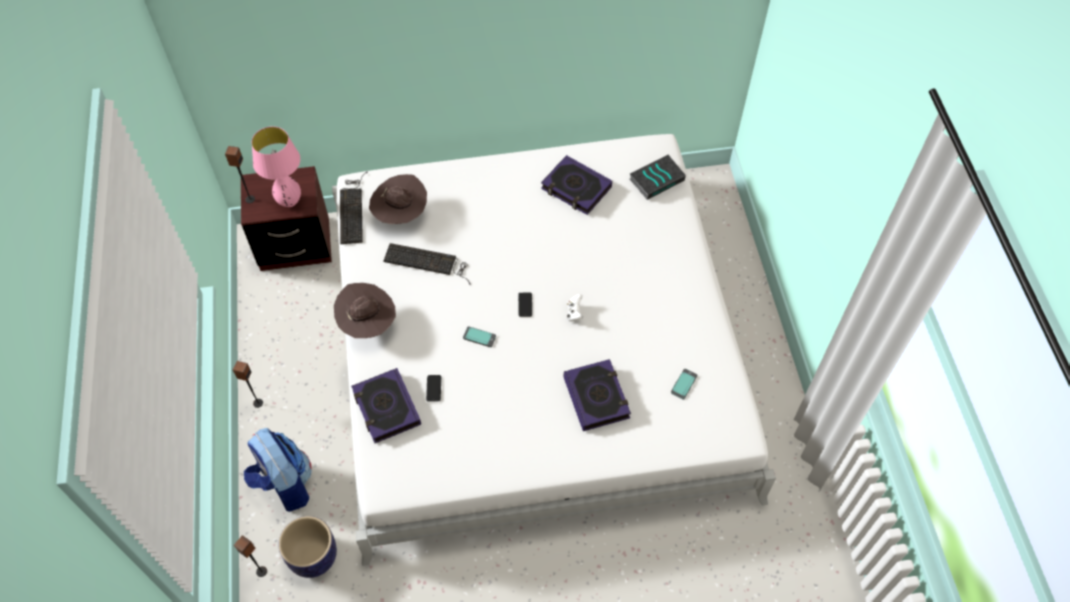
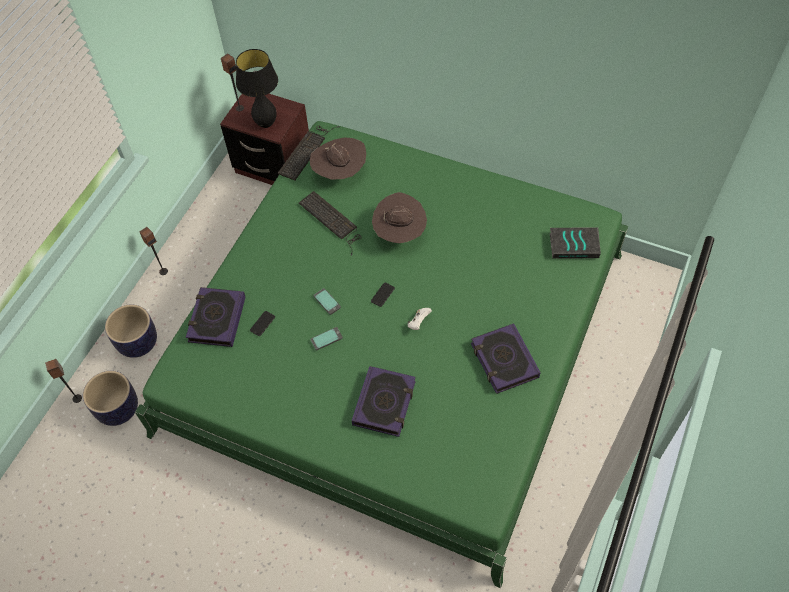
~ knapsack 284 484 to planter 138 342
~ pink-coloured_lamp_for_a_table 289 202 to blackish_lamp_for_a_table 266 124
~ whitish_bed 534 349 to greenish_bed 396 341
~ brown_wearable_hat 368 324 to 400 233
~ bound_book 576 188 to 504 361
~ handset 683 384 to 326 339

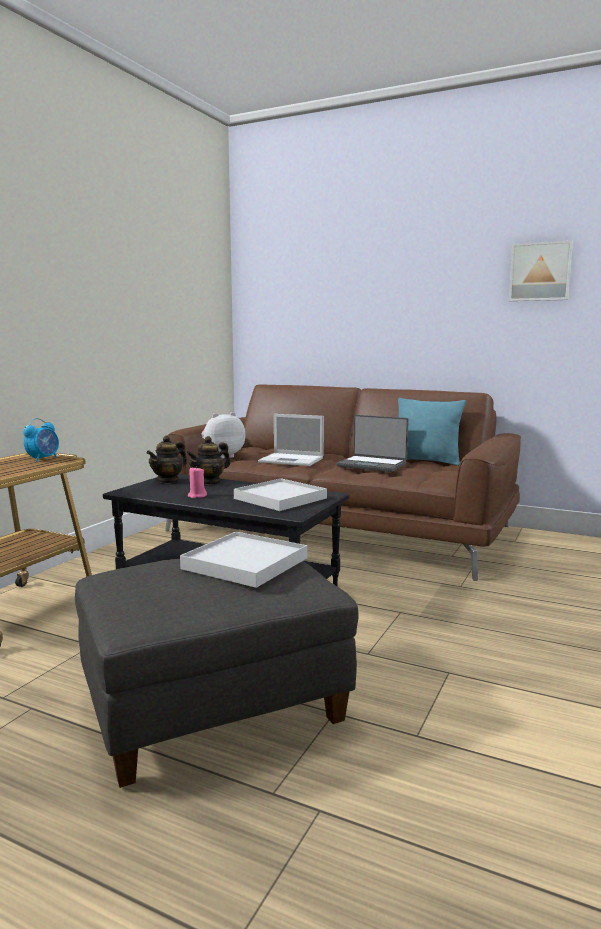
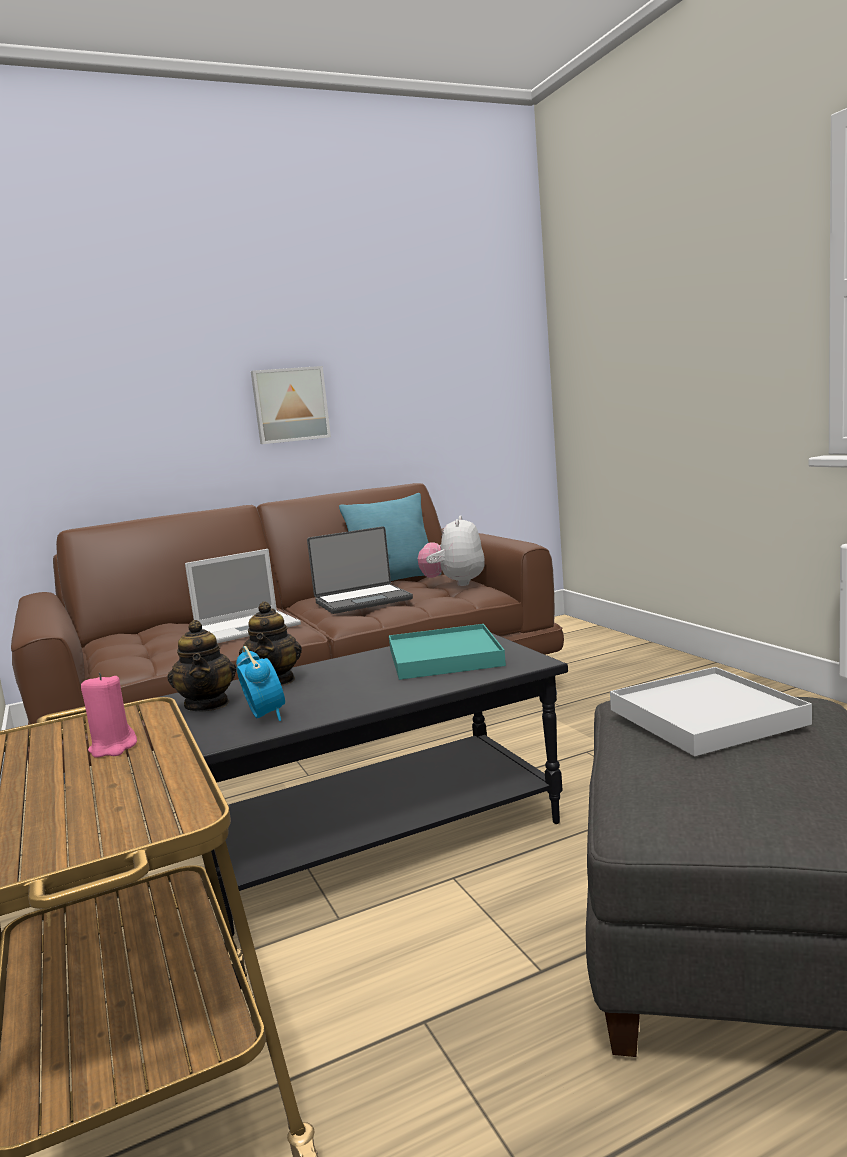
~ alarm_clock 43 459 to 265 716
~ pink-coloured_candle 197 496 to 113 748
~ plush_toy 222 456 to 454 583
~ whitish_serving_tray 280 498 to turquoise_serving_tray 445 657
~ picture 540 272 to 290 405

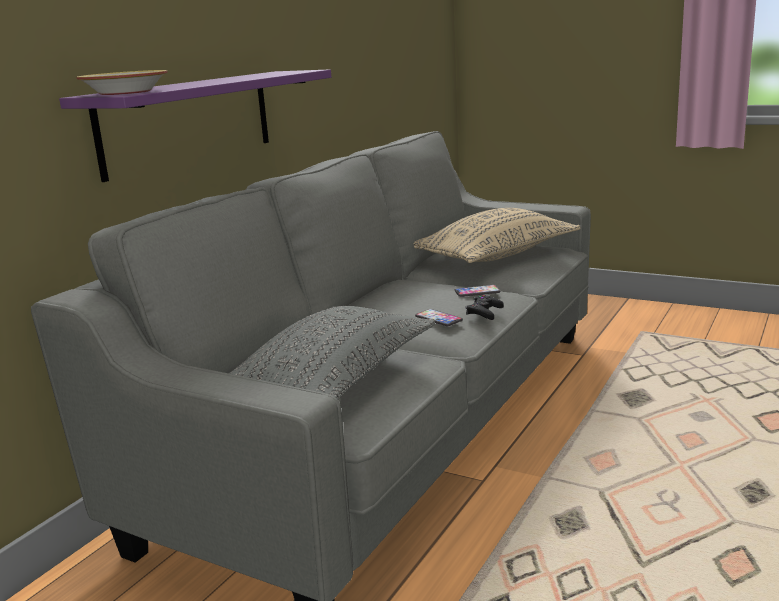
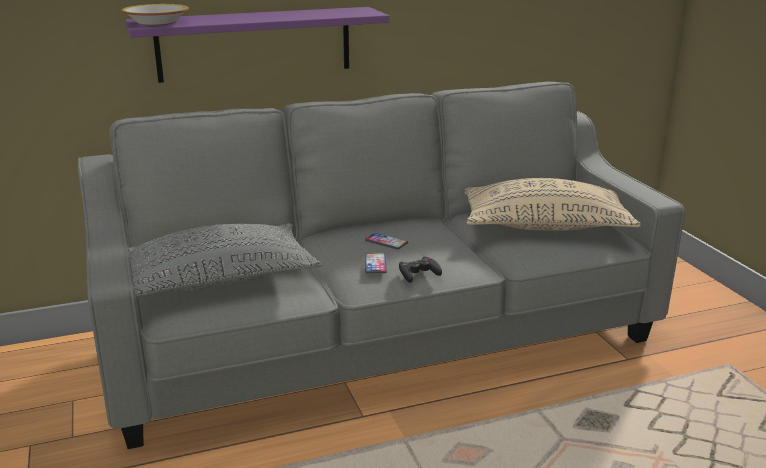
~ handset 477 292 to 386 242

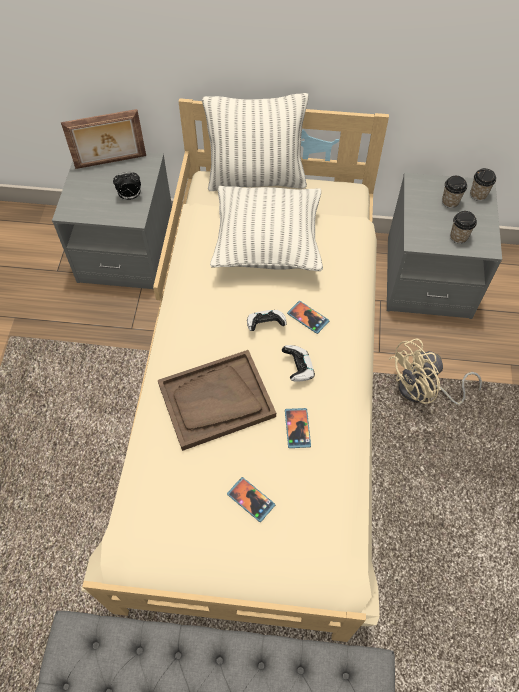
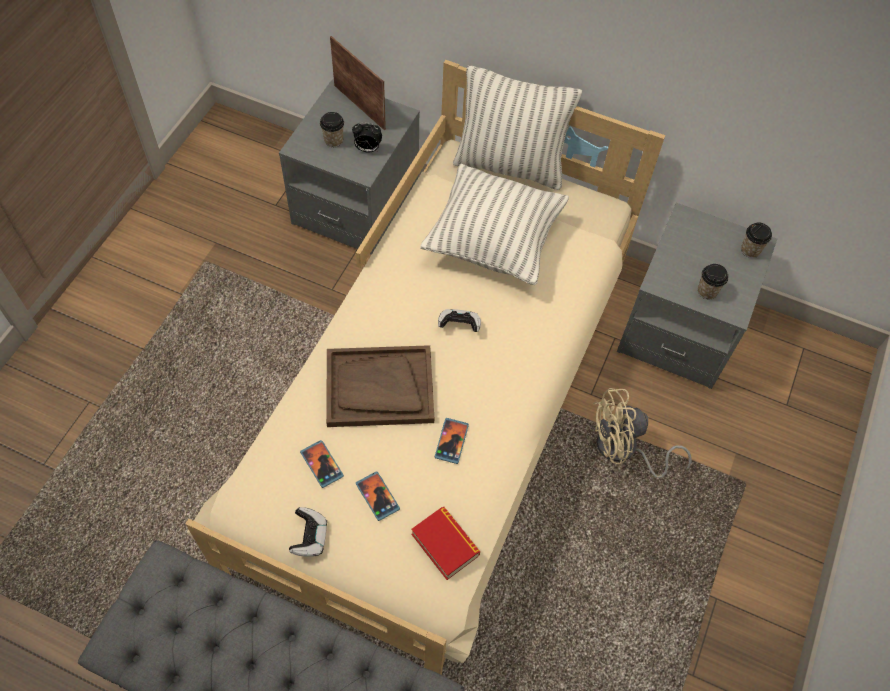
~ picture_frame 111 162 = 360 106 135 degrees counterclockwise
~ gamepad 298 368 to 310 537
~ handset 308 318 to 322 464
~ cup 450 202 to 333 140
+ bound_book 445 545

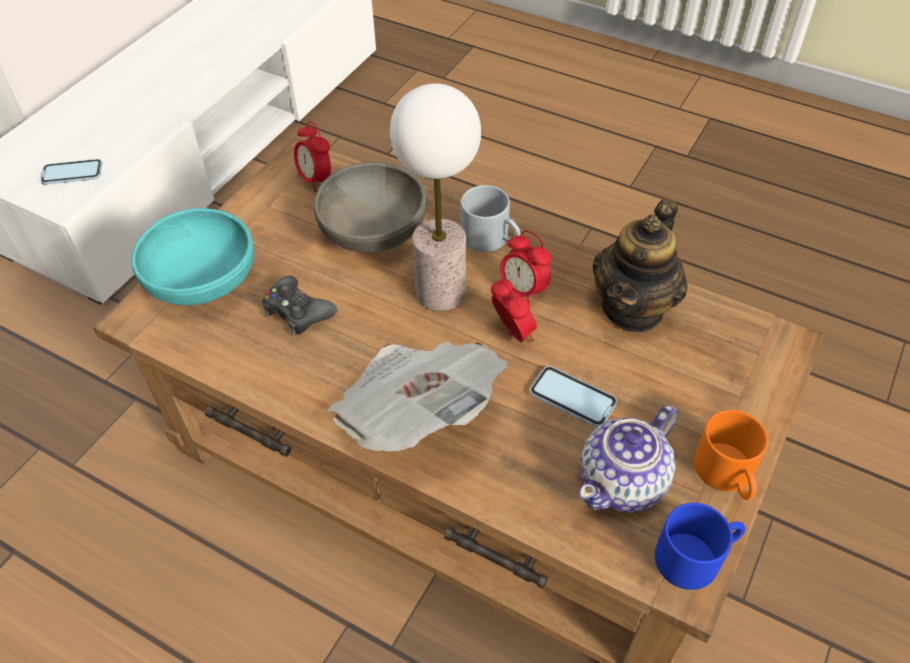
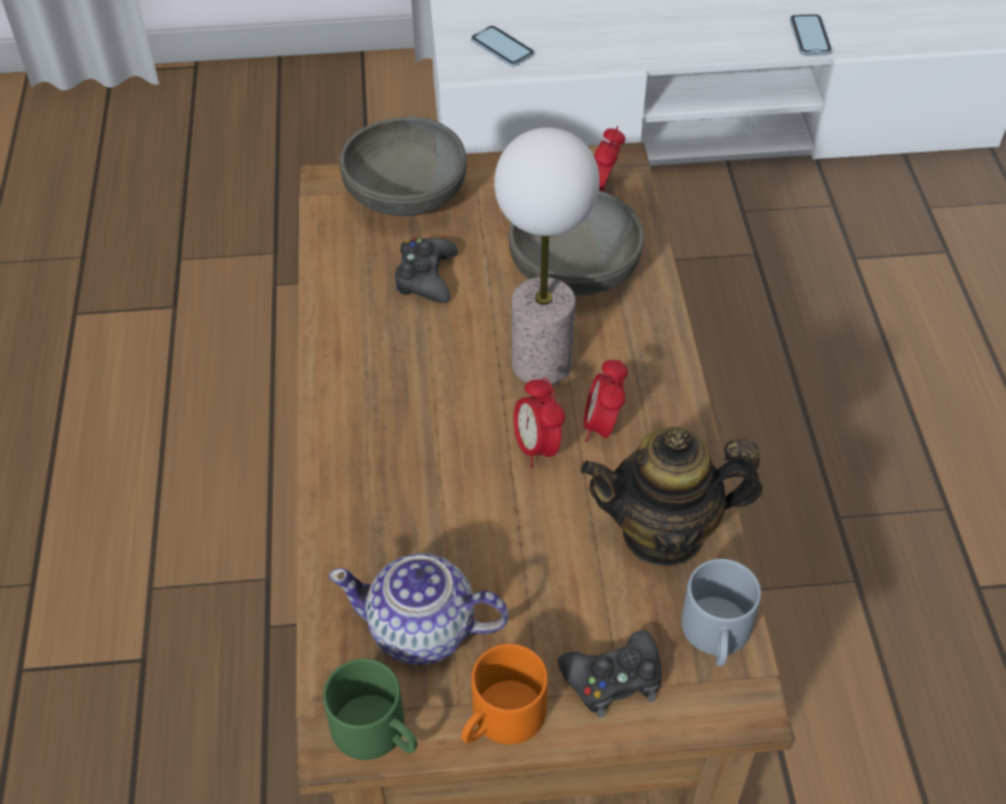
~ turquoise_deep_dish 203 280 to grey_deep_dish 406 195
- daily_paper 415 413
~ grey_tea_mug 492 238 to 718 636
~ alarm_clock 512 334 = 537 447 135 degrees clockwise
~ handset 572 398 to 810 36
~ blue_tea_mug 696 555 to greenish_tea_mug 379 732
+ blackish_gamepad 613 679

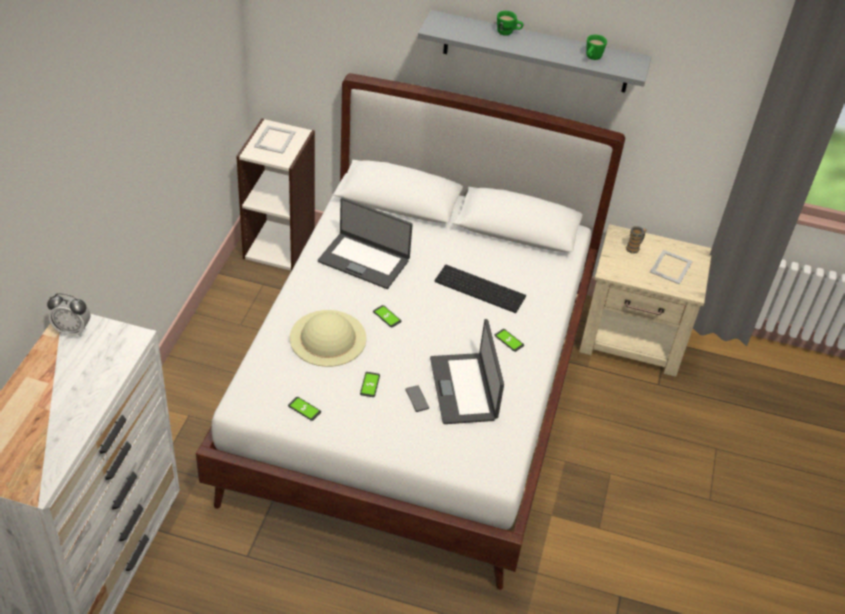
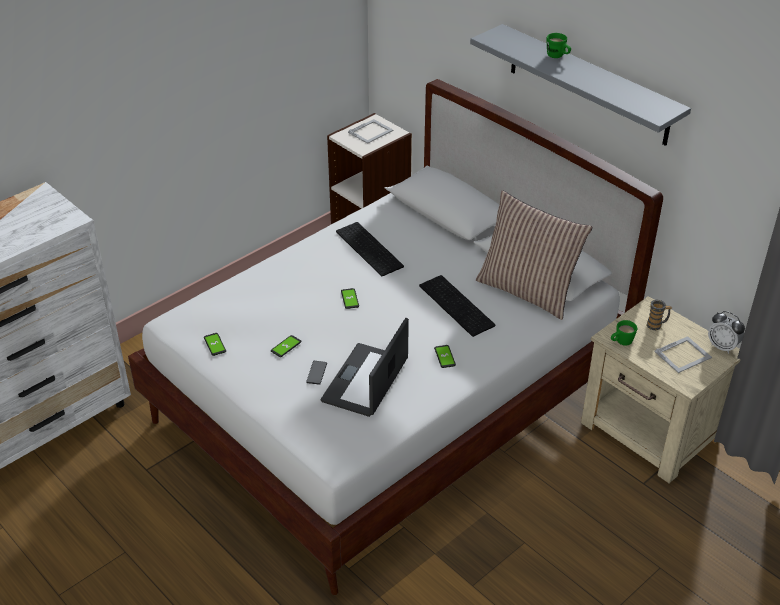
~ alarm_clock 72 330 to 722 346
- sand-coloured_wearable_hat 328 337
~ notebook_computer 364 260 to PC_keyboard 371 249
~ greenish_tea_mug 592 58 to 621 342
+ cushion 527 291

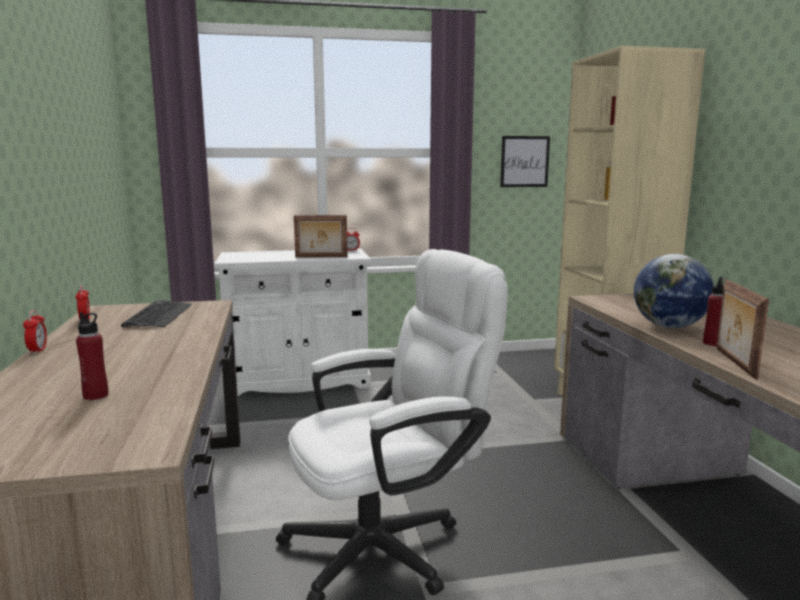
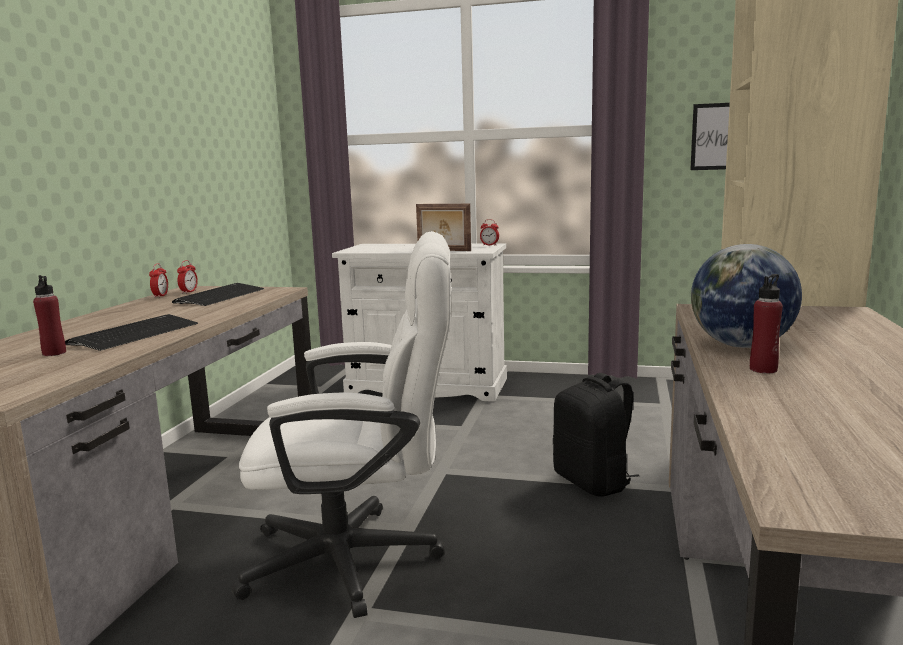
~ alarm_clock 38 351 to 189 292
- picture_frame 733 362
+ PC_keyboard 135 334
+ blackish_knapsack 593 482

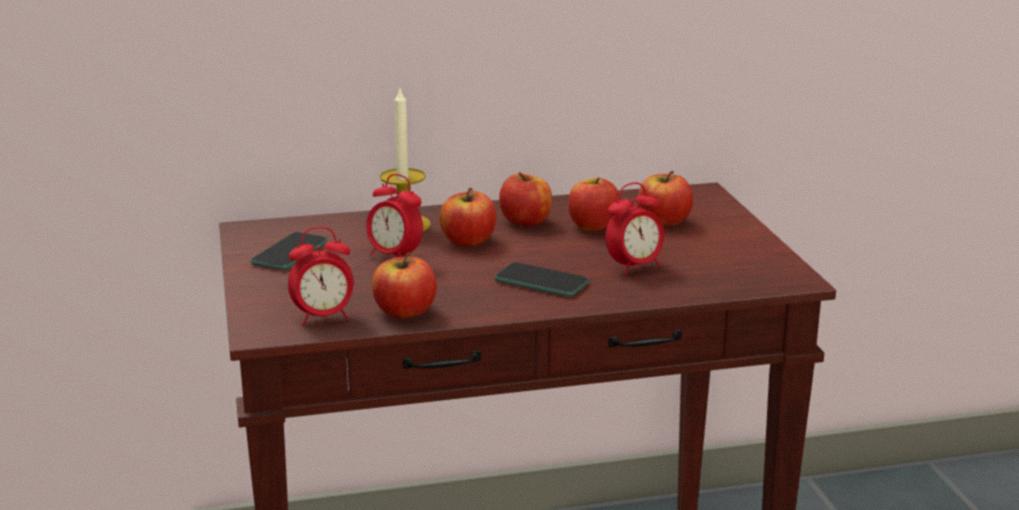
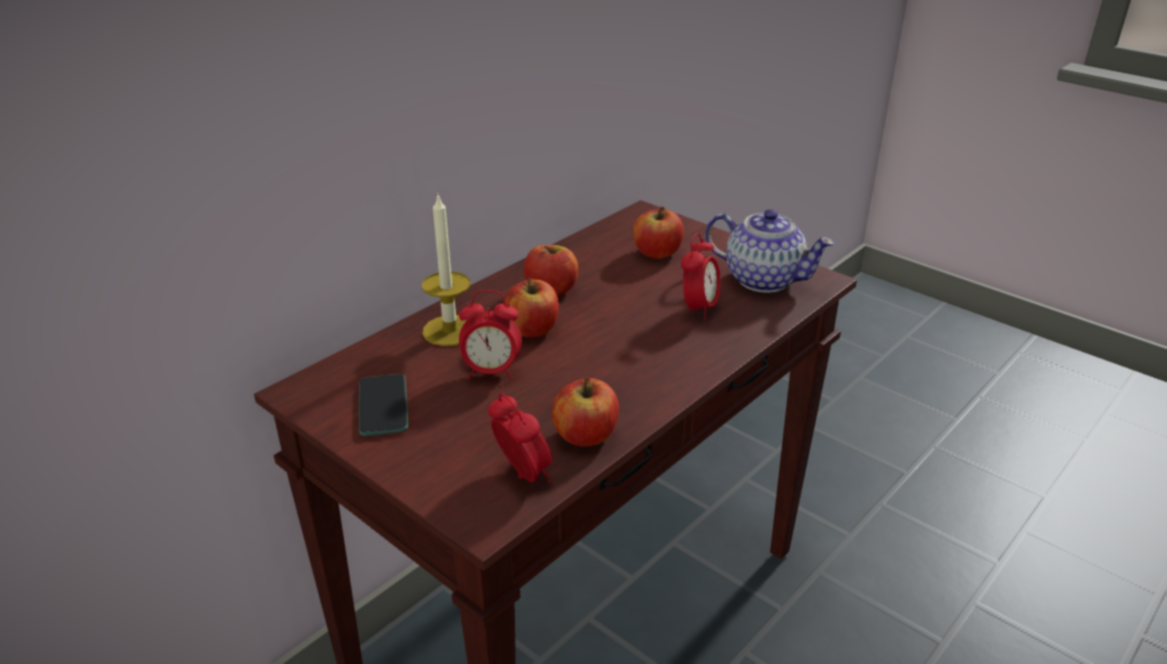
~ alarm_clock 324 318 = 522 475 75 degrees counterclockwise
- handset 541 282
- apple 593 226
+ teapot 762 279

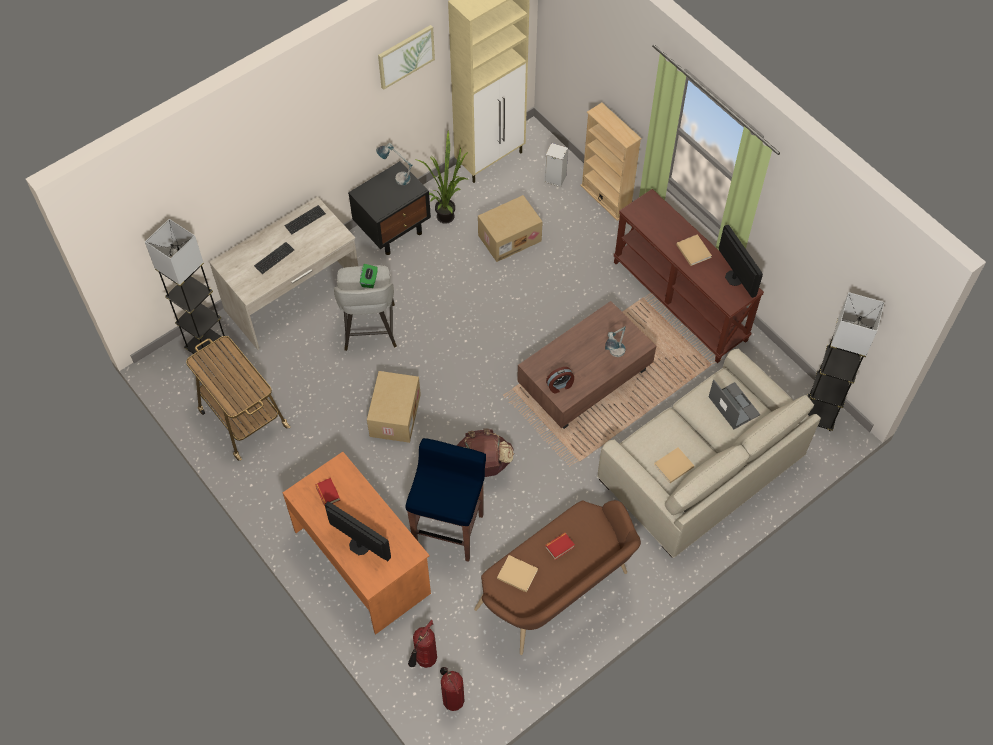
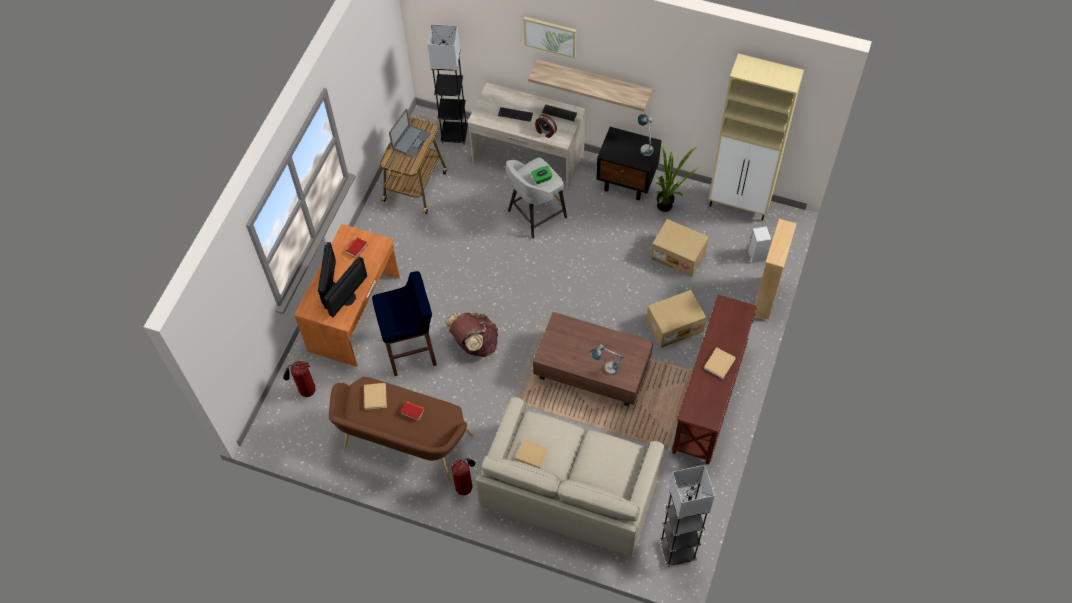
~ cardboard_box 394 414 to 674 325
~ picture 405 56 to 550 36
~ fire-fighting_cylinder 452 699 to 465 486
~ alarm_clock 560 386 to 545 132
~ notebook_computer 733 405 to 411 141
~ computer_screen 734 278 to 348 298
+ bracket_shelf 593 81

